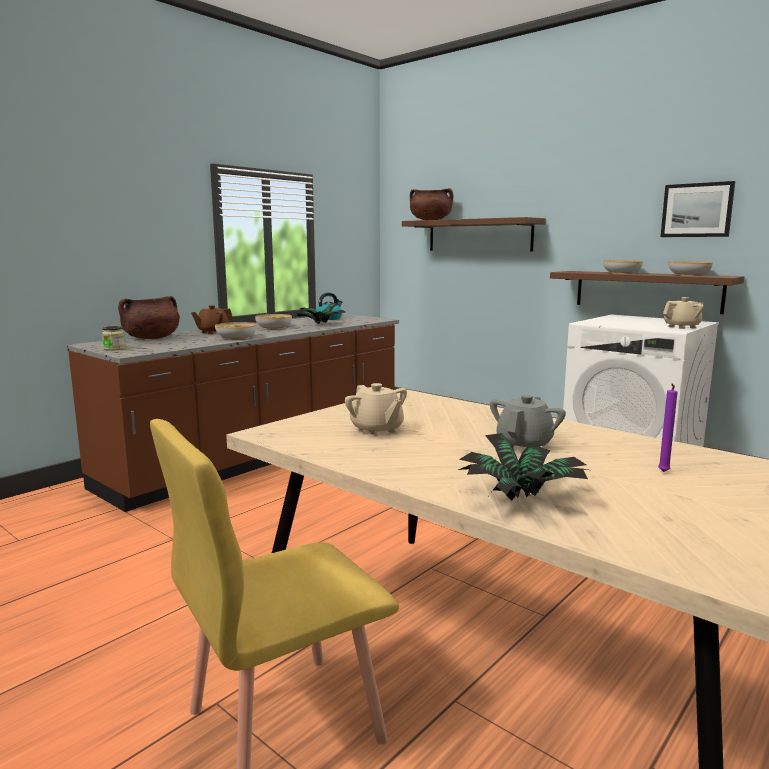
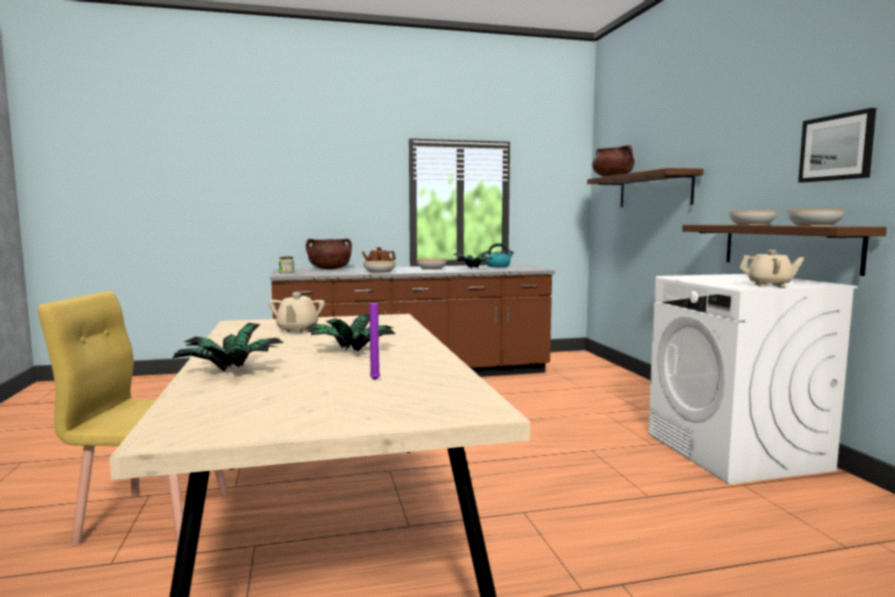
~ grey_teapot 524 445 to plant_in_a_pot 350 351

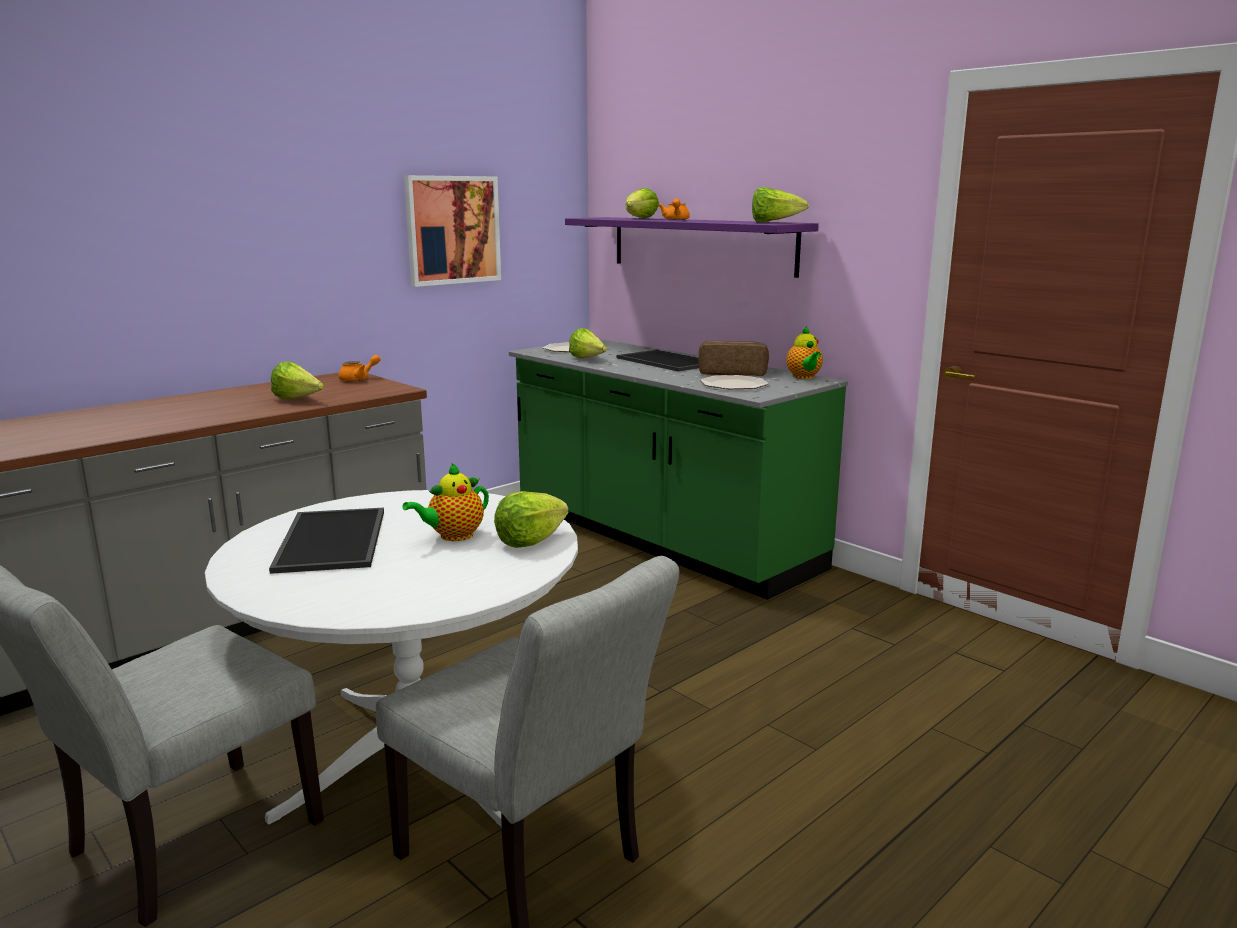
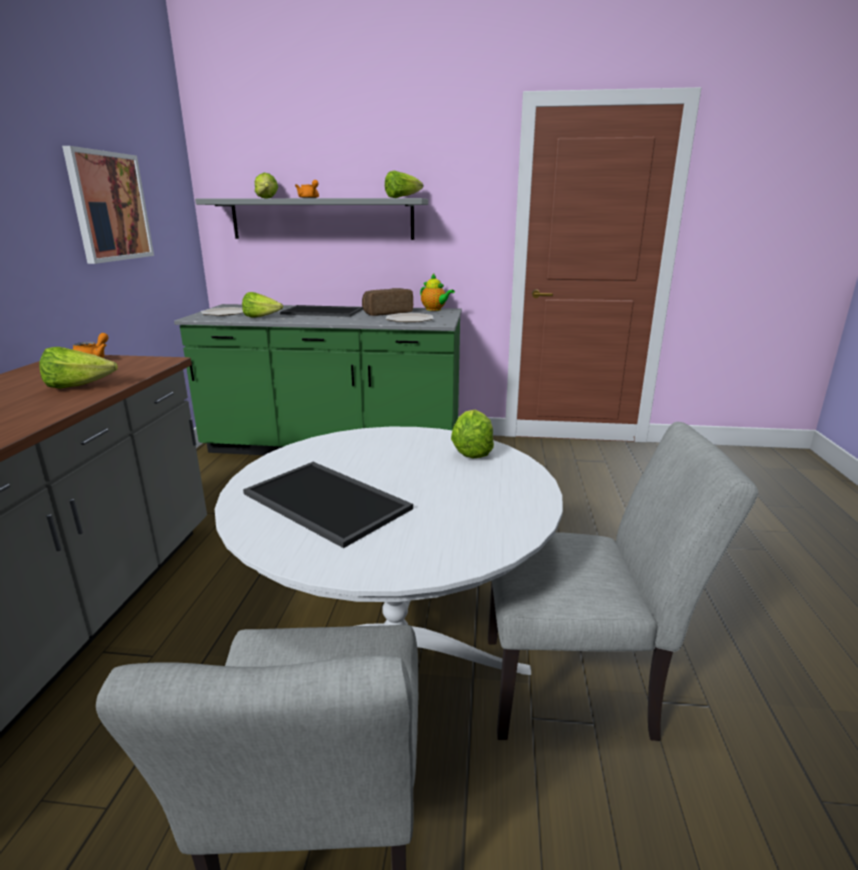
- teapot 453 536
~ purplish_bracket_shelf 700 245 to grey_bracket_shelf 322 219

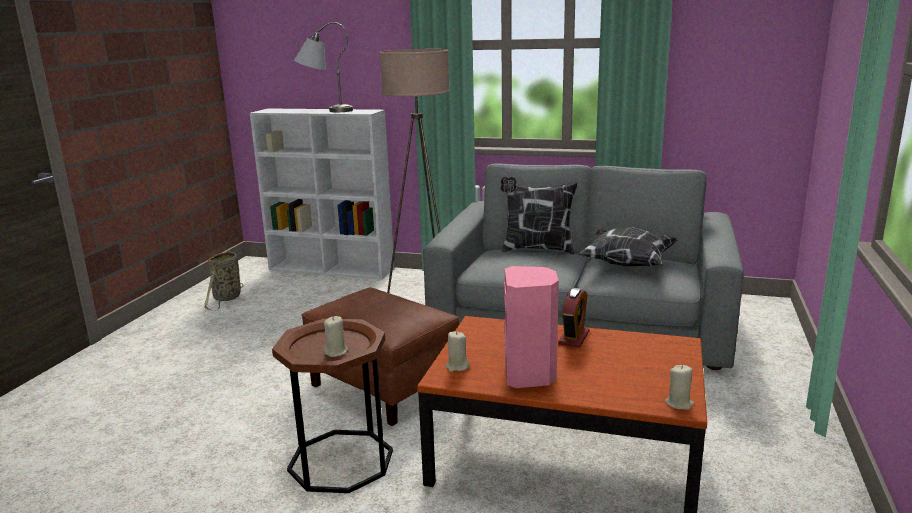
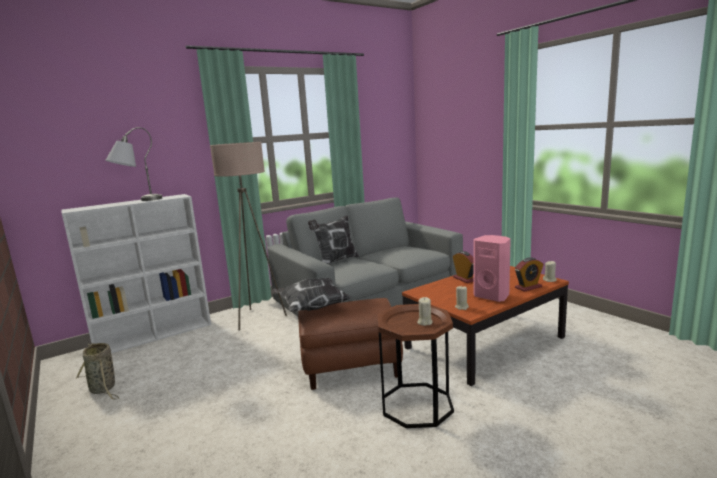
~ cushion 626 264 to 311 308
+ alarm_clock 528 287

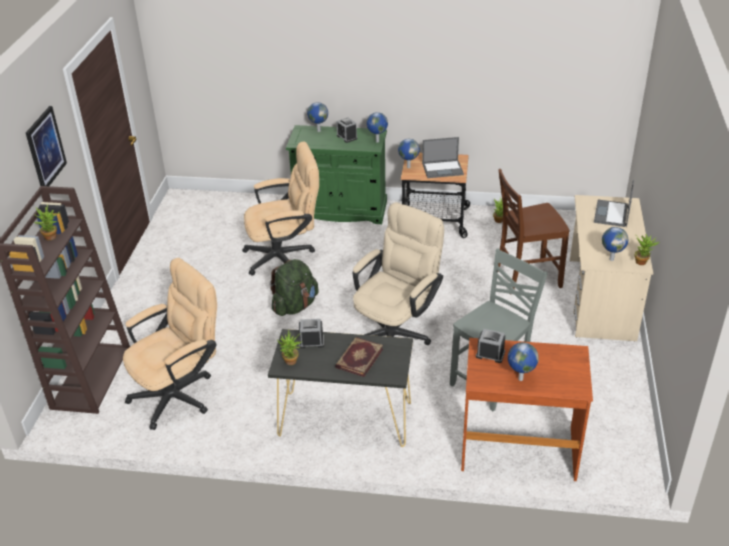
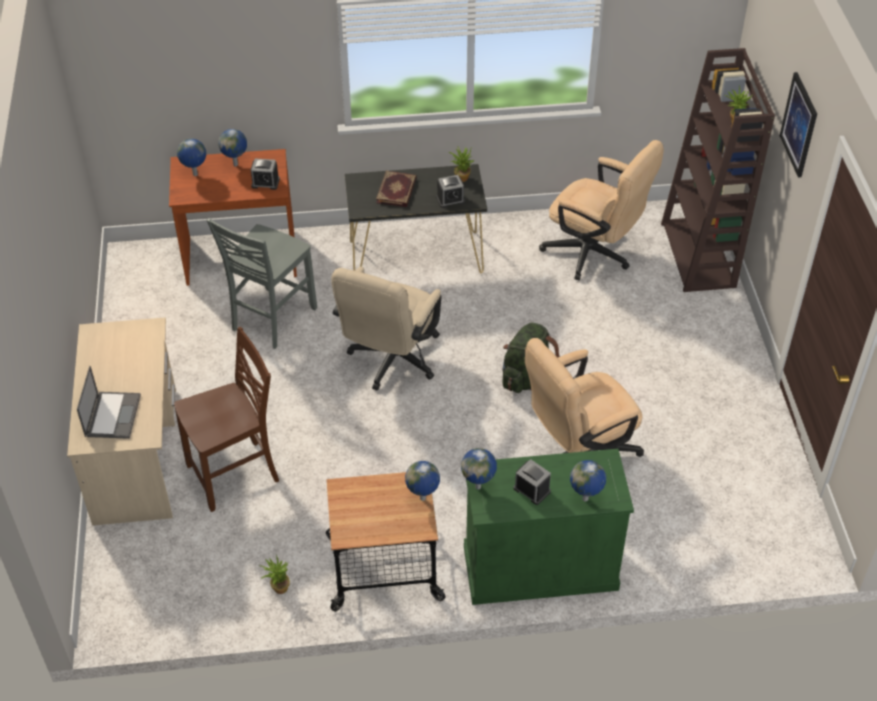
~ sand-coloured_computer_chair 180 393 = 594 254 90 degrees counterclockwise
- notebook_computer 443 169
~ desk_globe 611 259 to 195 175
- plant_in_a_pot 642 261

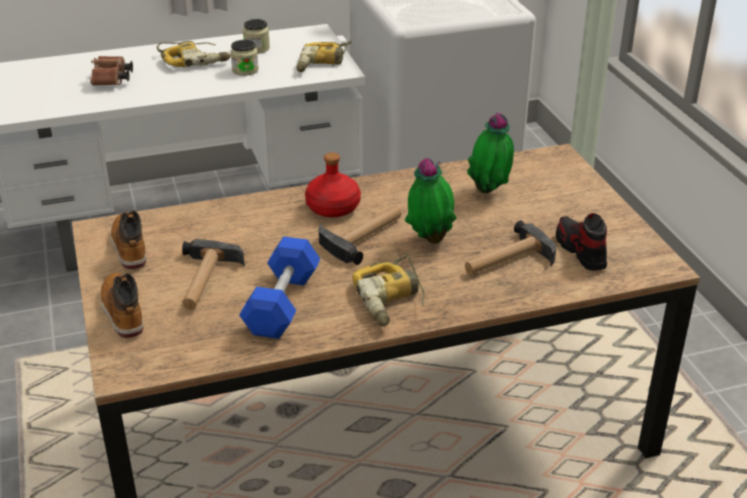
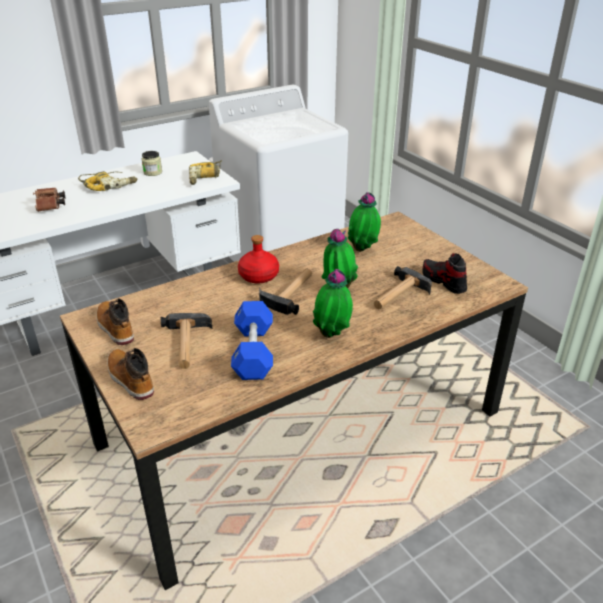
- storage_jar 245 70
~ power_drill 392 299 to plant_in_a_pot 332 335

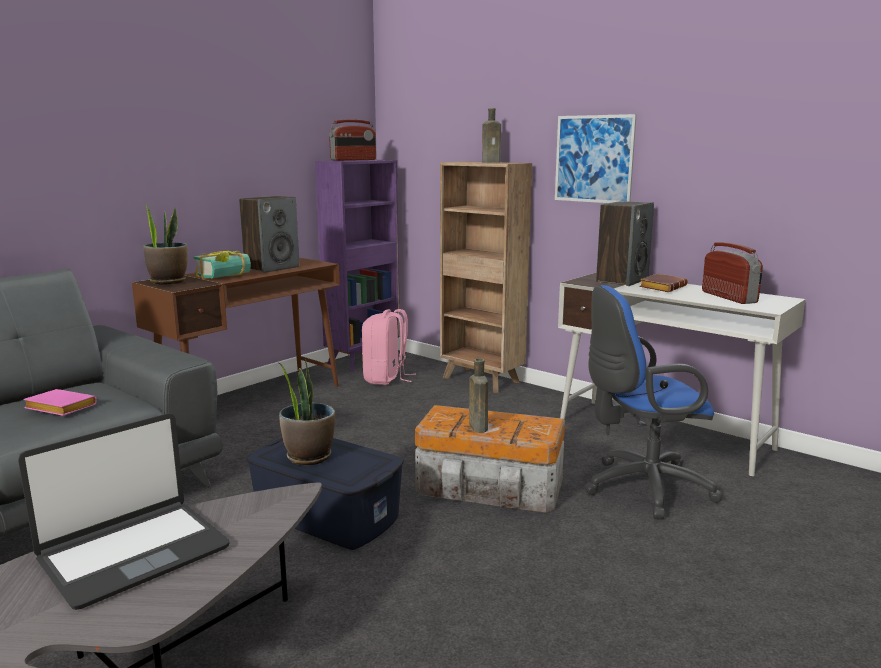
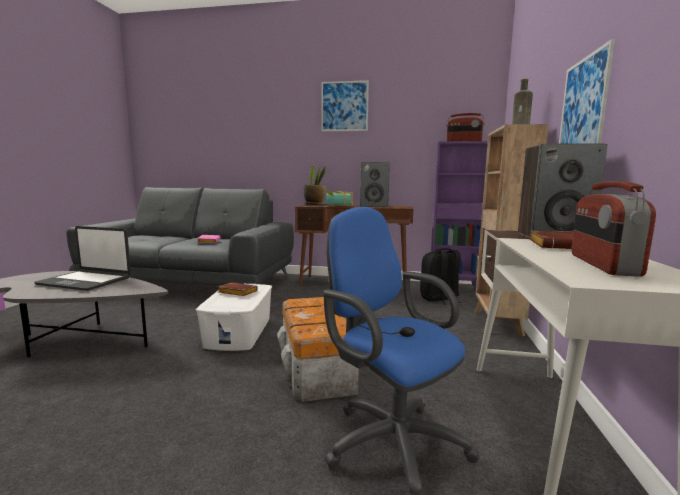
~ blue_storage_box 328 515 to whitish_storage_box 239 332
~ plant_in_a_pot 309 456 to brown_bound_book 236 292
~ pink-coloured_knapsack 386 379 to blackish_knapsack 439 299
- brown_bottle 477 427
~ radio_receiver 729 297 = 602 265 150 degrees clockwise
+ picture 344 106

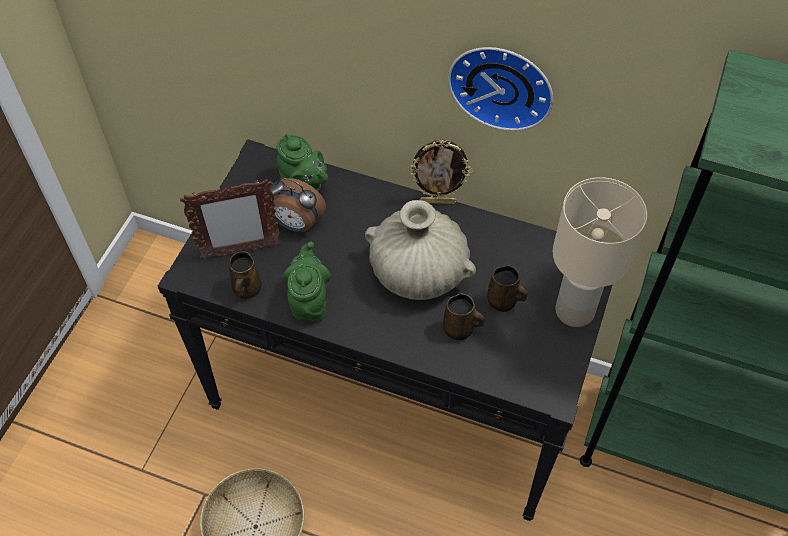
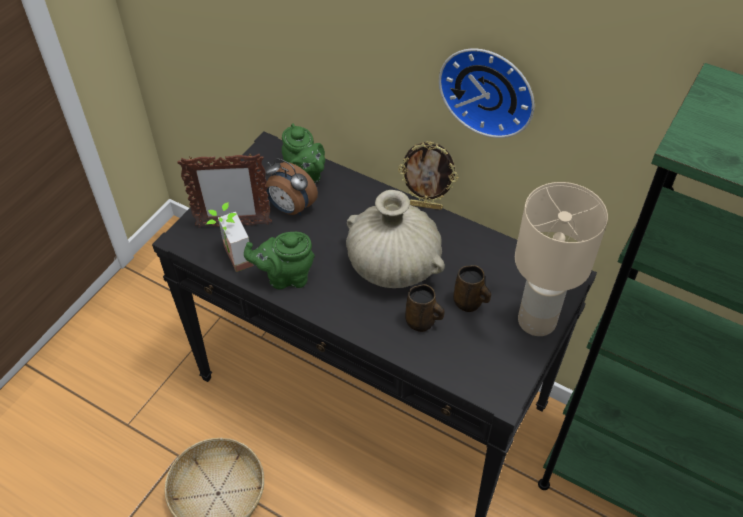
~ brown_tea_mug 246 289 to plant_in_a_pot 231 258
~ greenish_teapot 309 302 = 285 277 105 degrees counterclockwise

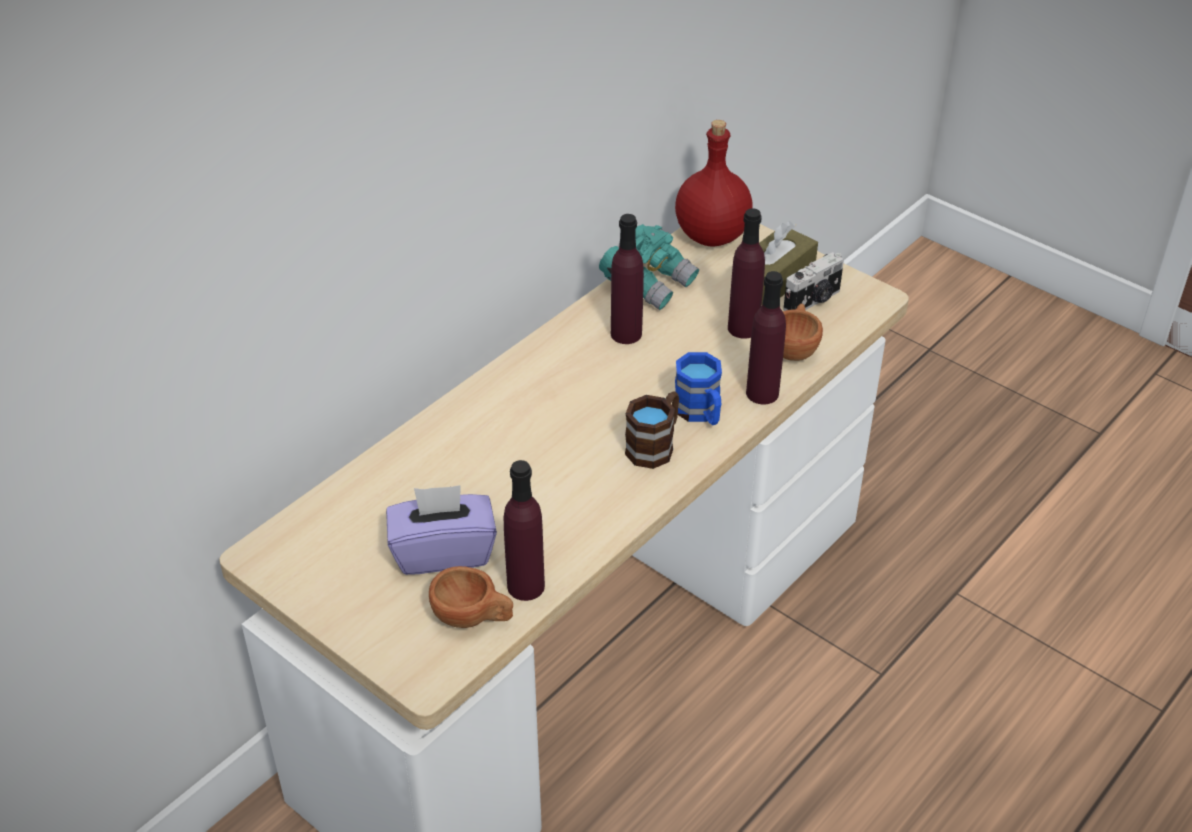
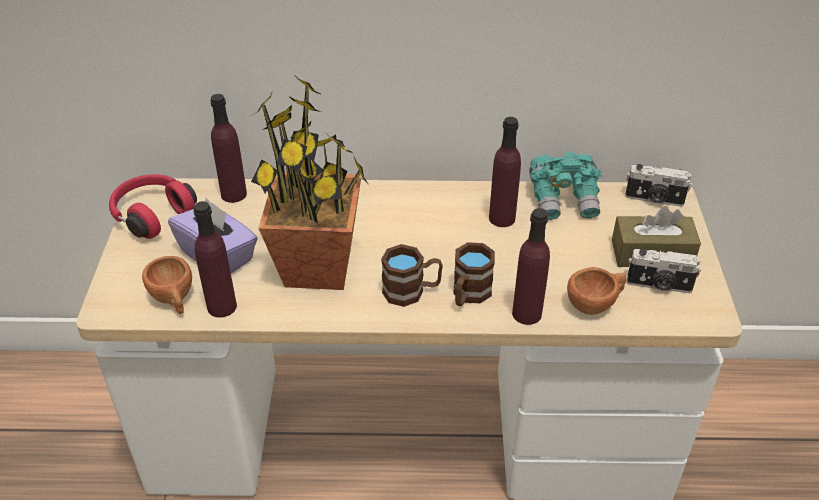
~ reddish_bottle 711 235 to photo_camera 654 199
~ blue_tea_mug 701 413 to brown_tea_mug 468 295
~ purplish_bottle 743 328 to 234 194
+ reddish_headphones 152 215
+ plant_in_a_pot 319 268

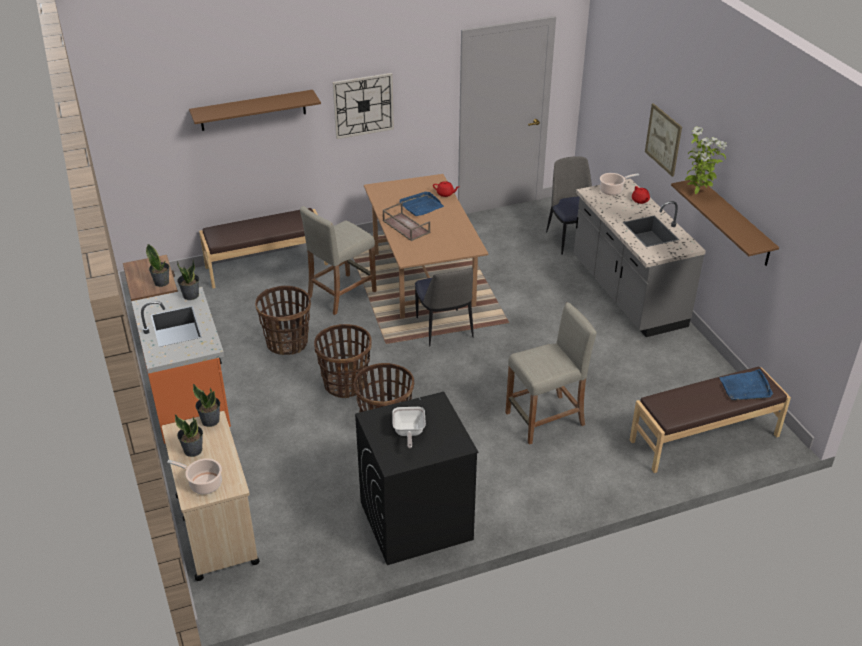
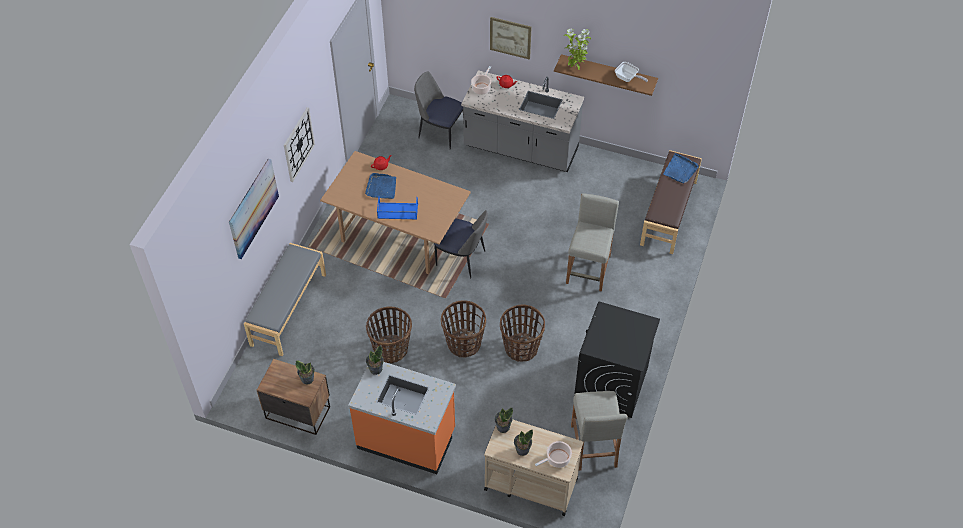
~ brown_bracket_shelf 253 110 to picture 253 208
~ brown_indoor_bench 266 265 to grey_indoor_bench 288 309
~ sand-coloured_stool 341 294 to 593 446
~ brown_serving_tray 405 227 to blue_serving_tray 397 211
~ frying_pan 408 433 to 627 78

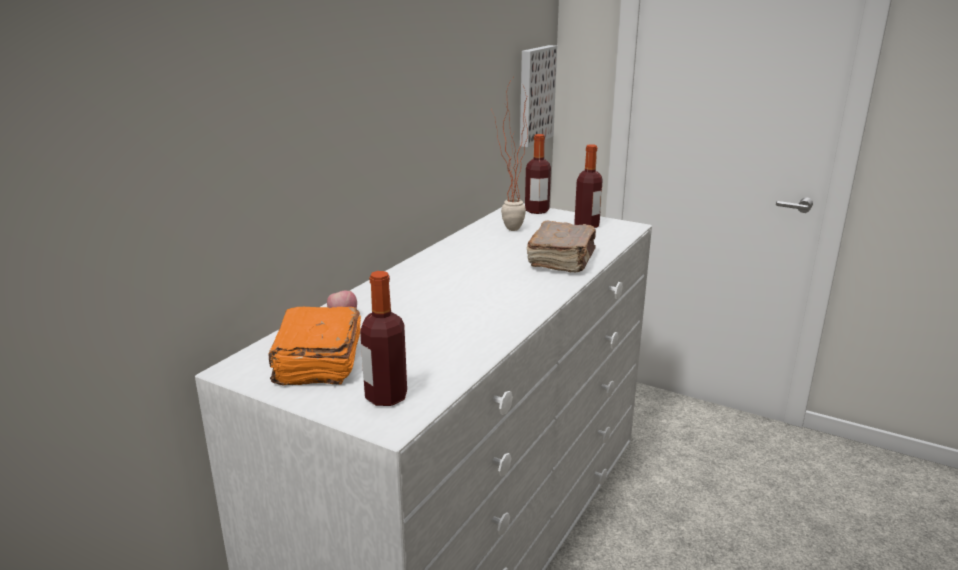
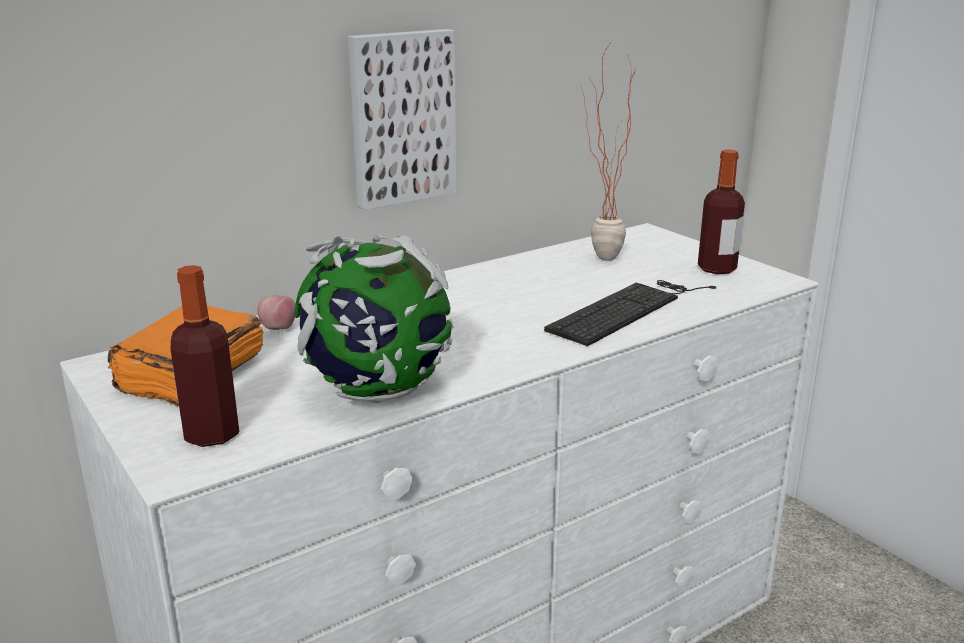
~ picture 534 95 to 401 117
- bottle 537 211
~ brown_bound_book 562 260 to PC_keyboard 628 309
+ desk_globe 376 391

